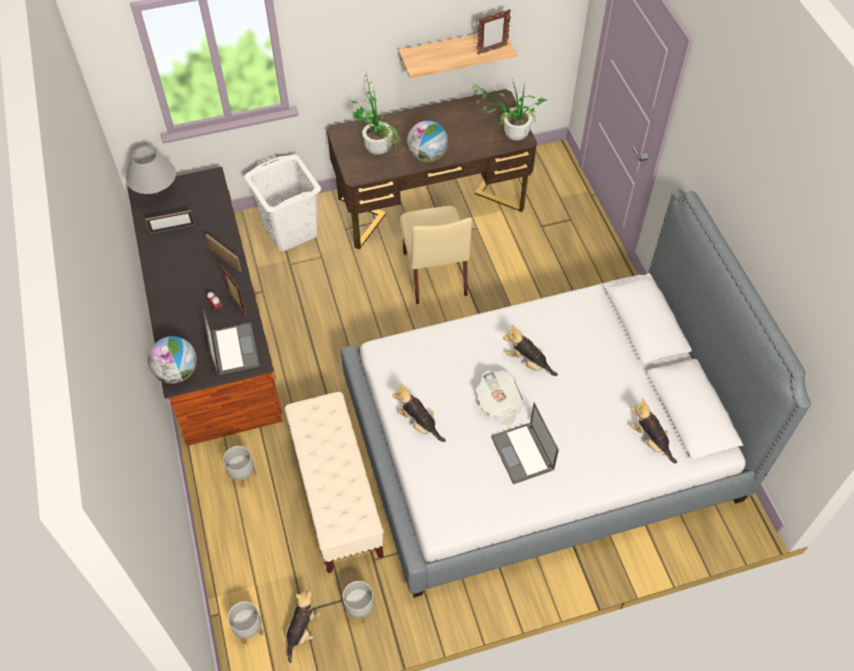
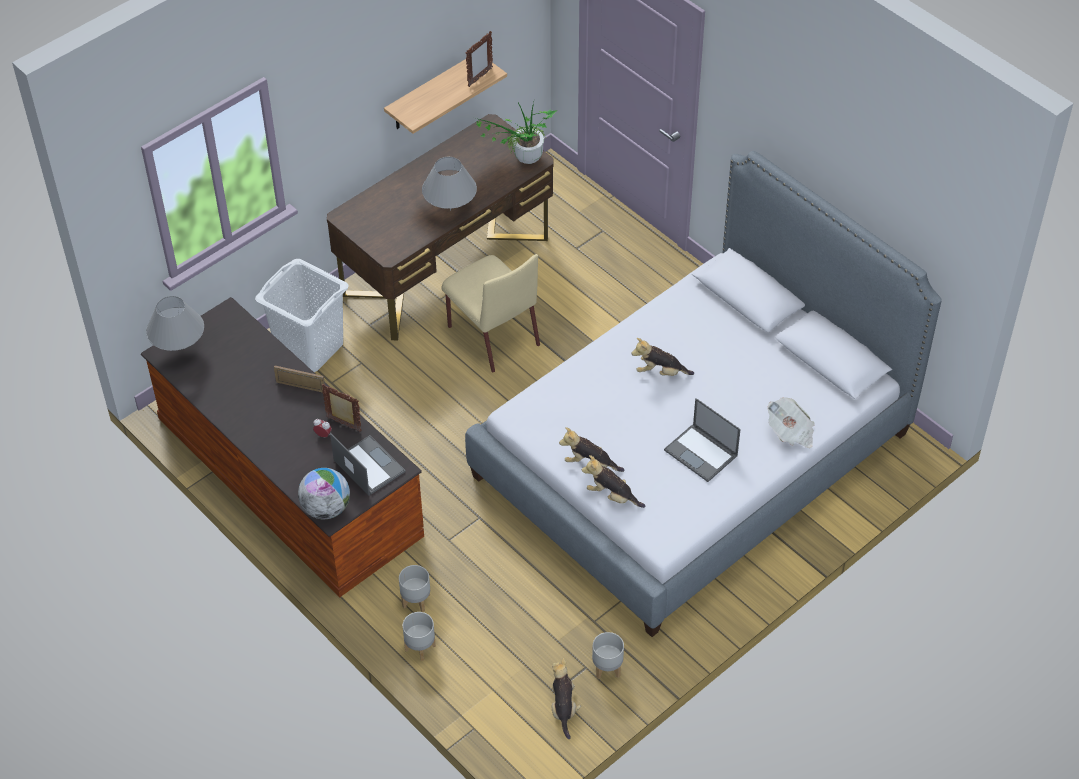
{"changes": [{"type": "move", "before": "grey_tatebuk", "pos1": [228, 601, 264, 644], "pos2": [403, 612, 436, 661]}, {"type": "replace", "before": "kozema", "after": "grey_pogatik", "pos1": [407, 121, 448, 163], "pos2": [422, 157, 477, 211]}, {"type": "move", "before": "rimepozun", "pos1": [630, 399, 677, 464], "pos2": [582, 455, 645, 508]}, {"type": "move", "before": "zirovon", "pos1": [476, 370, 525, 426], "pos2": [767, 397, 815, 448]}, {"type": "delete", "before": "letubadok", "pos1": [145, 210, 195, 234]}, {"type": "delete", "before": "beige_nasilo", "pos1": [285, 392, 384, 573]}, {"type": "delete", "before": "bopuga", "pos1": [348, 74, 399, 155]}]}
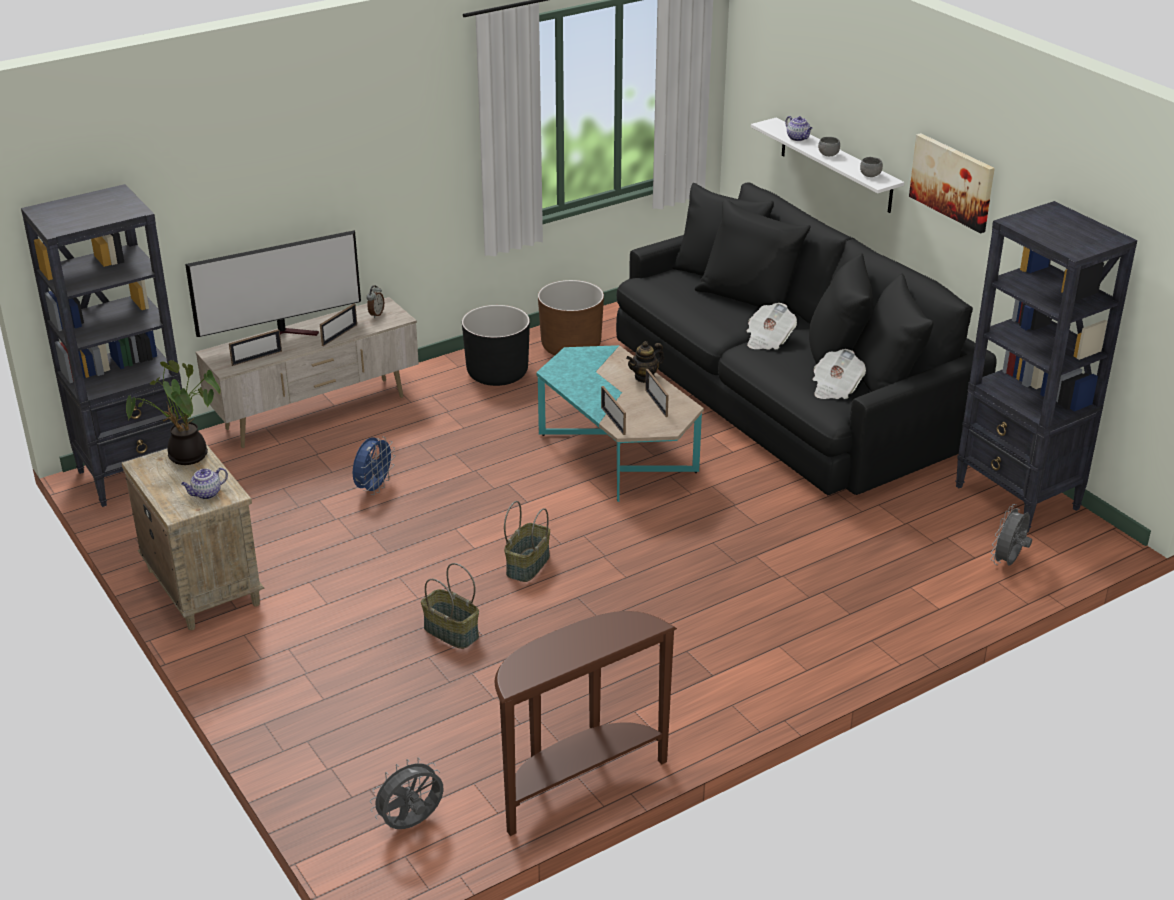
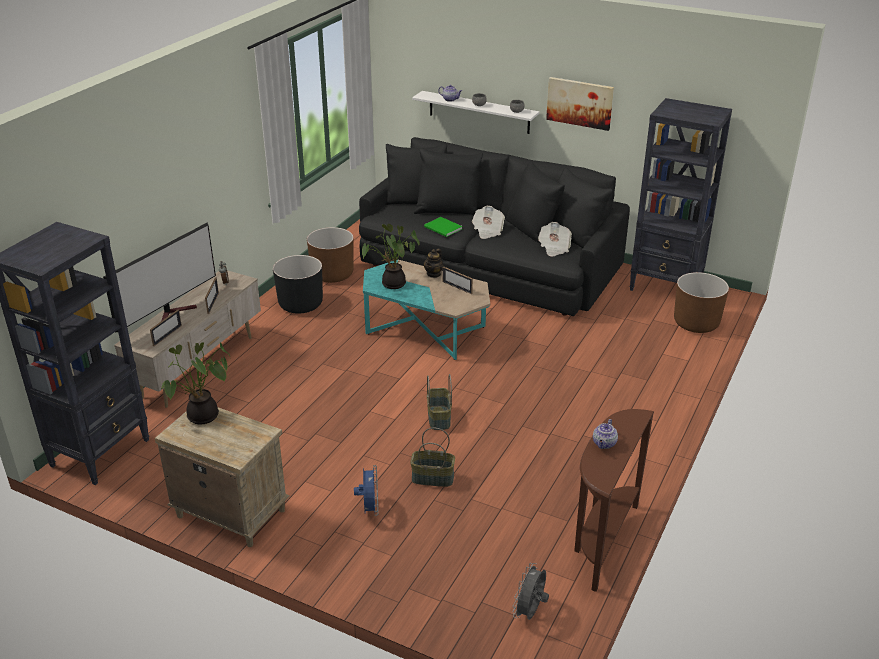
{"changes": [{"type": "move", "before": "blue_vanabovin", "pos1": [353, 436, 395, 495], "pos2": [354, 465, 378, 516]}, {"type": "insert", "after": "bopuga", "pos2": [362, 224, 420, 289]}, {"type": "insert", "after": "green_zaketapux", "pos2": [424, 217, 463, 237]}, {"type": "move", "before": "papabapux", "pos1": [181, 467, 228, 499], "pos2": [593, 419, 618, 449]}, {"type": "replace", "before": "grey_vanabovin", "after": "brown_tatebuk", "pos1": [991, 504, 1032, 565], "pos2": [674, 272, 729, 333]}, {"type": "delete", "before": "letubadok", "pos1": [601, 386, 626, 435]}]}
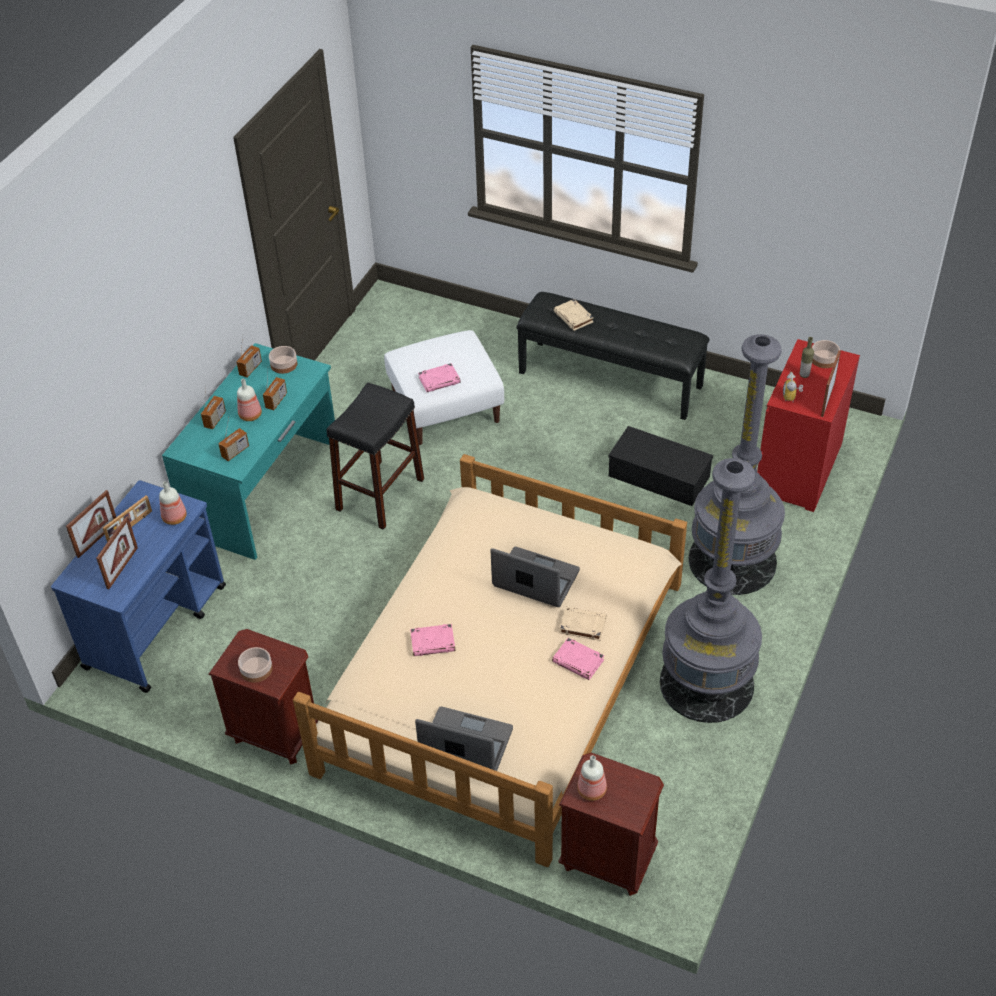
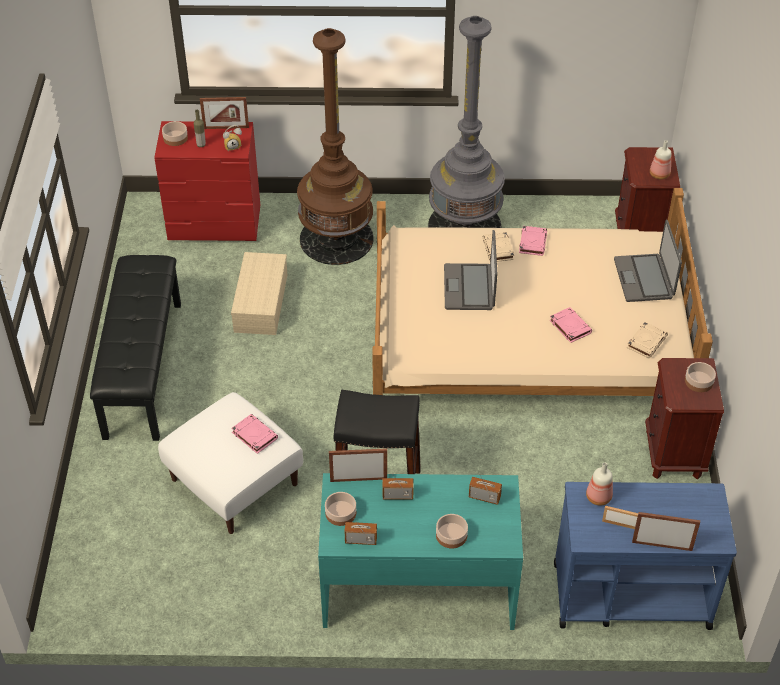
{"changes": [{"type": "recolor", "before": "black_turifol", "after": "beige_turifol", "pos1": [608, 426, 713, 506], "pos2": [231, 252, 287, 335]}, {"type": "recolor", "before": "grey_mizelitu", "after": "brown_mizelitu", "pos1": [688, 334, 785, 595], "pos2": [297, 28, 374, 265]}, {"type": "move", "before": "letubadok", "pos1": [96, 516, 138, 589], "pos2": [329, 448, 387, 482]}, {"type": "replace", "before": "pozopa", "after": "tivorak", "pos1": [201, 385, 226, 430], "pos2": [436, 514, 468, 549]}, {"type": "move", "before": "beige_zaketapux", "pos1": [554, 299, 594, 331], "pos2": [627, 322, 668, 358]}, {"type": "delete", "before": "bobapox", "pos1": [237, 379, 262, 421]}]}
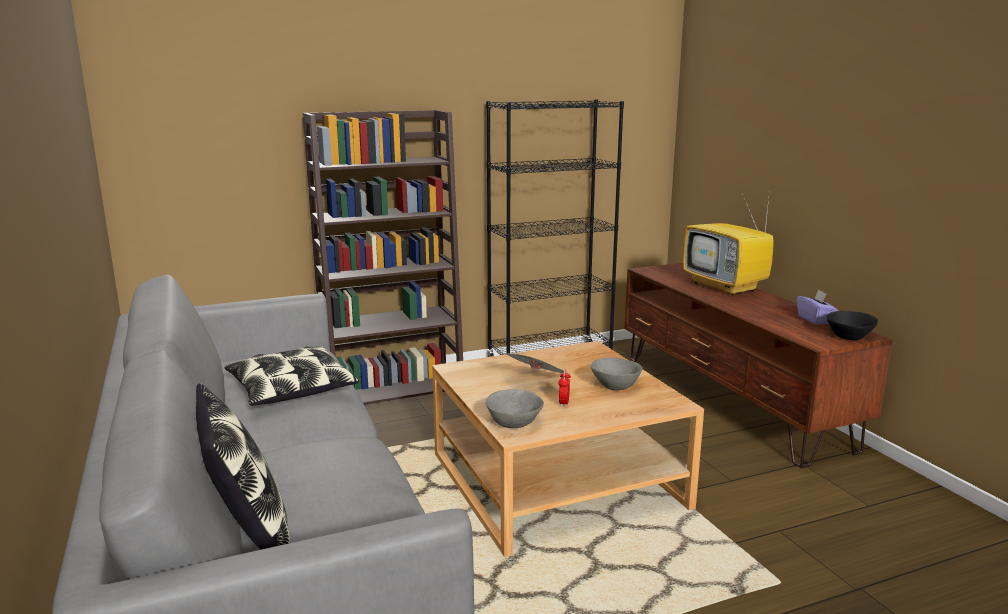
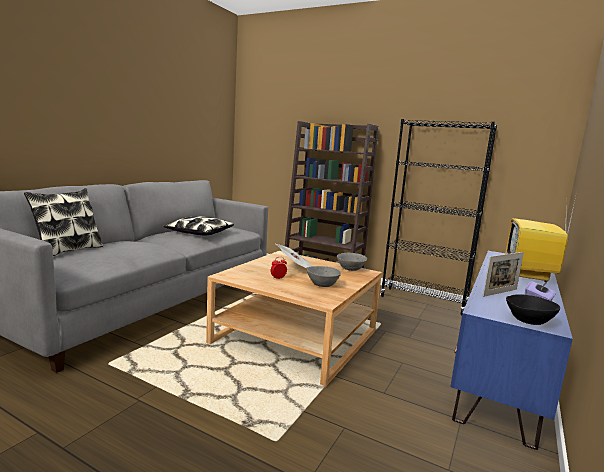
{"changes": [{"type": "move", "before": "grey_tivorak", "pos1": [486, 389, 544, 428], "pos2": [337, 253, 367, 271]}, {"type": "recolor", "before": "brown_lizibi", "after": "blue_lizibi", "pos1": [625, 263, 892, 468], "pos2": [450, 251, 573, 450]}, {"type": "insert", "after": "letubadok", "pos2": [483, 252, 524, 297]}]}
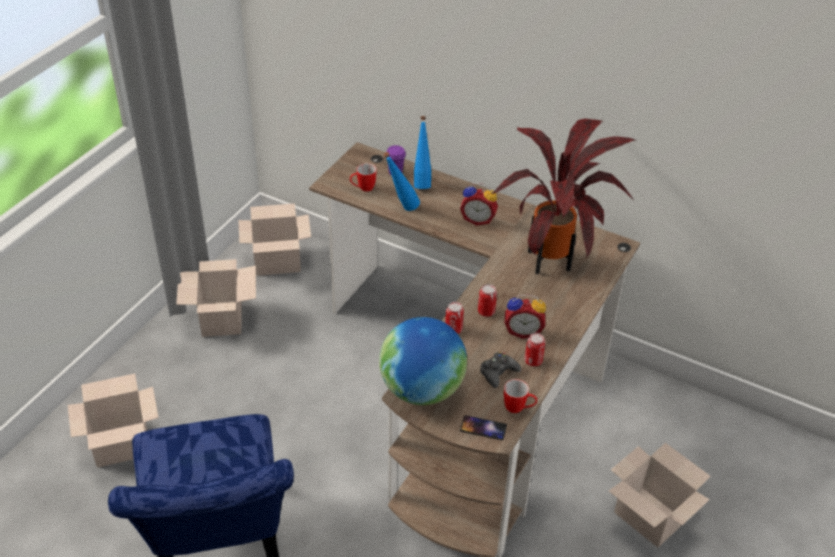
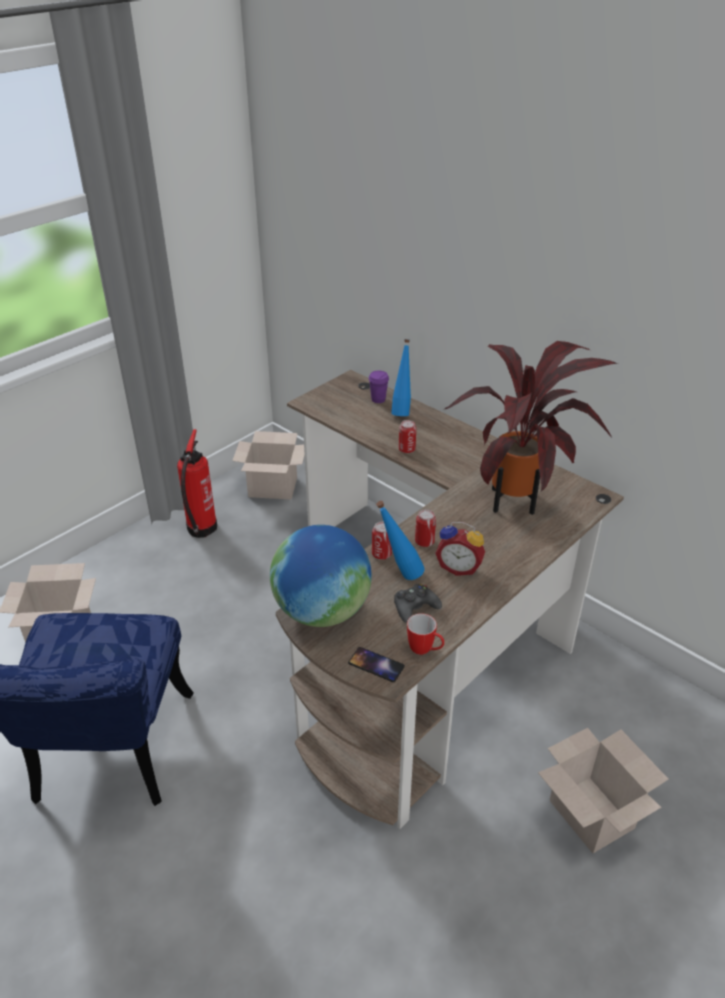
{"changes": [{"type": "replace", "before": "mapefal", "after": "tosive", "pos1": [176, 259, 256, 337], "pos2": [177, 429, 217, 538]}, {"type": "move", "before": "blue_bobapox", "pos1": [384, 152, 420, 211], "pos2": [376, 501, 425, 580]}, {"type": "move", "before": "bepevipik", "pos1": [525, 333, 545, 366], "pos2": [399, 420, 416, 453]}, {"type": "delete", "before": "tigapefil", "pos1": [350, 163, 377, 192]}, {"type": "delete", "before": "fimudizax", "pos1": [460, 183, 498, 226]}]}
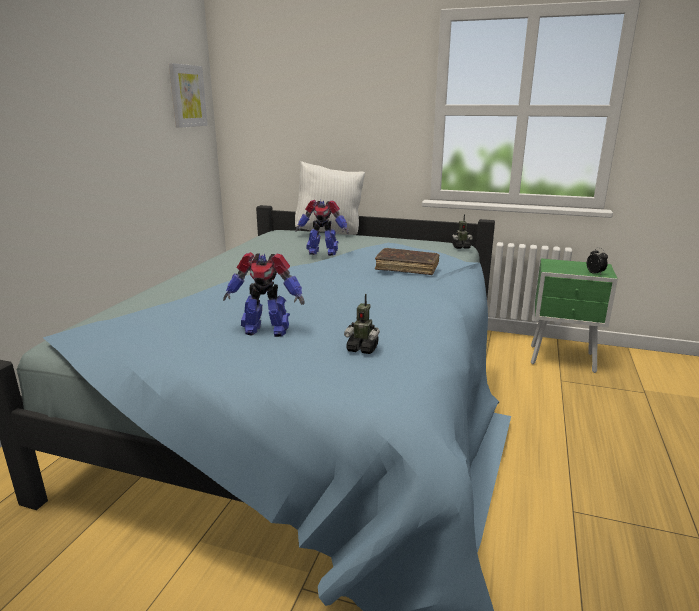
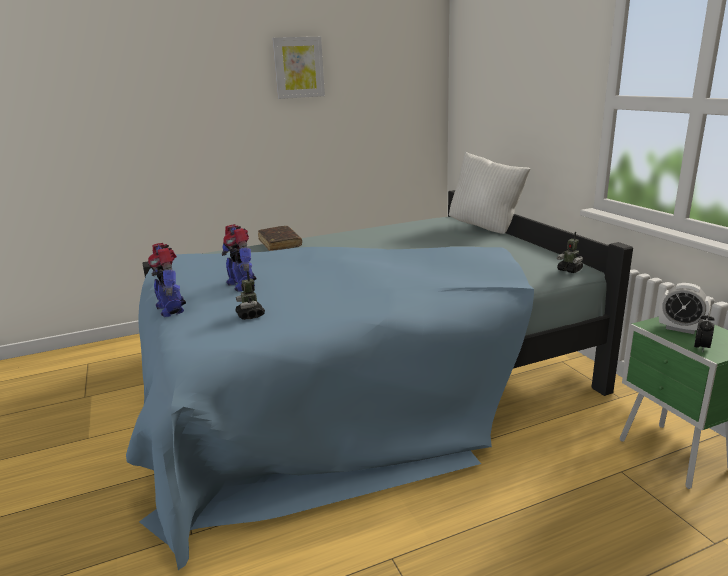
{"changes": [{"type": "move", "before": "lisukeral", "pos1": [296, 200, 349, 256], "pos2": [148, 243, 186, 317]}, {"type": "move", "before": "brown_zaketapux", "pos1": [375, 248, 439, 275], "pos2": [258, 226, 302, 251]}, {"type": "move", "before": "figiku", "pos1": [169, 63, 208, 128], "pos2": [272, 37, 325, 99]}, {"type": "insert", "after": "fimudizax", "pos2": [659, 283, 711, 334]}]}
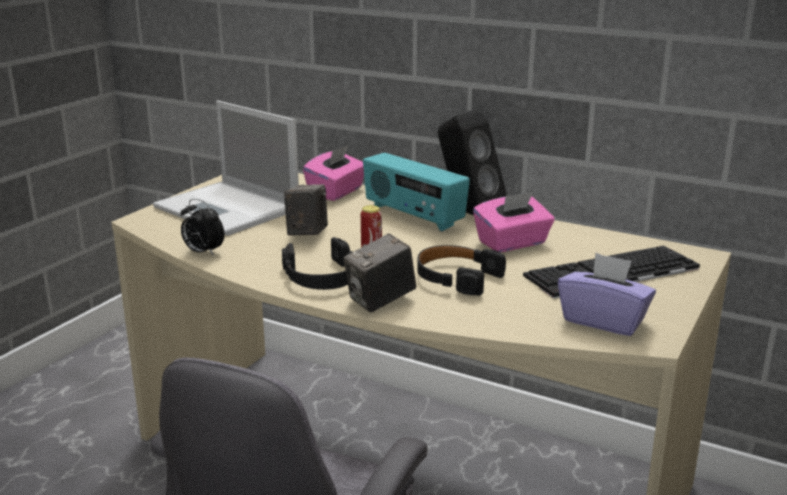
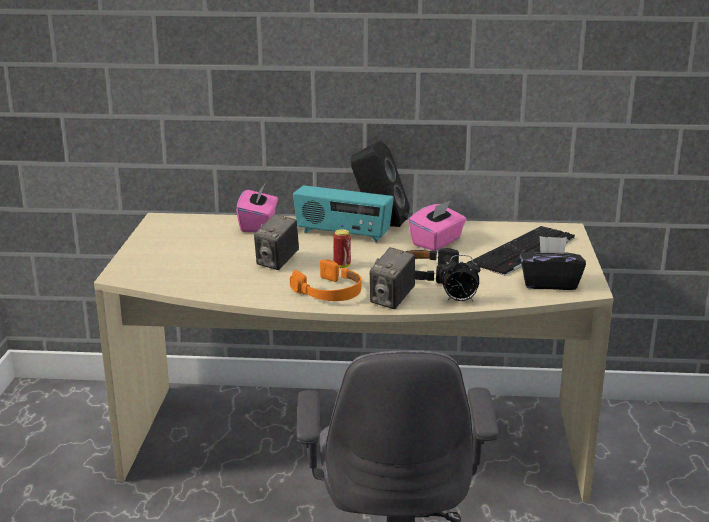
{"changes": [{"type": "rotate", "before": "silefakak", "pos1": [284, 184, 328, 235], "pos2": [254, 214, 299, 270], "turn": -135}, {"type": "recolor", "before": "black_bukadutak", "after": "orange_bukadutak", "pos1": [282, 237, 353, 290], "pos2": [290, 259, 361, 301]}, {"type": "move", "before": "fimudizax", "pos1": [181, 199, 224, 256], "pos2": [442, 255, 480, 302]}, {"type": "recolor", "before": "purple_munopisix", "after": "black_munopisix", "pos1": [558, 253, 656, 336], "pos2": [520, 236, 586, 290]}, {"type": "delete", "before": "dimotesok", "pos1": [153, 100, 299, 236]}]}
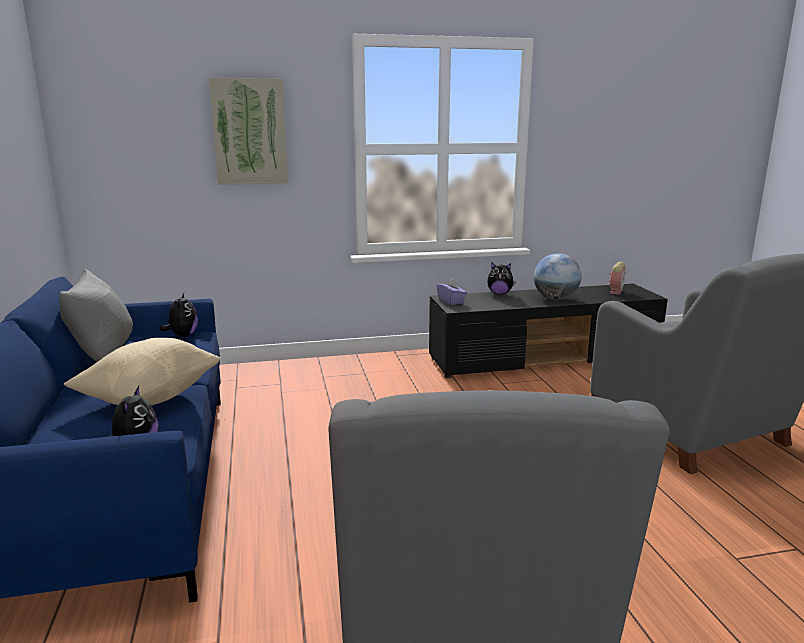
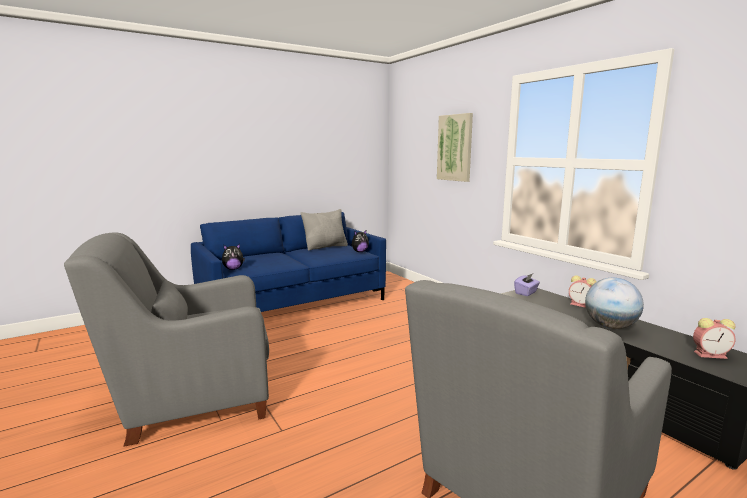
{"changes": [{"type": "replace", "before": "rimepozun", "after": "fimudizax", "pos1": [487, 262, 516, 295], "pos2": [569, 275, 597, 308]}, {"type": "delete", "before": "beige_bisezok", "pos1": [64, 338, 221, 405]}]}
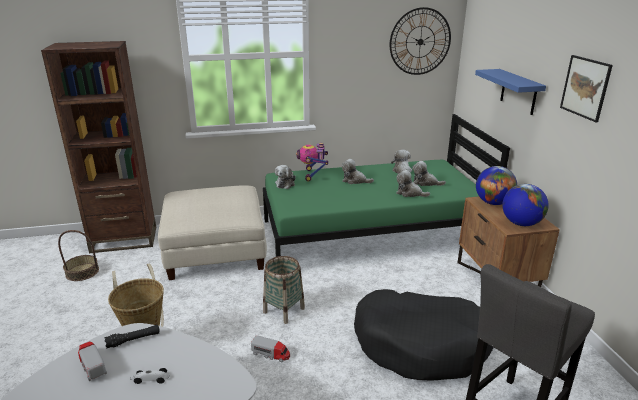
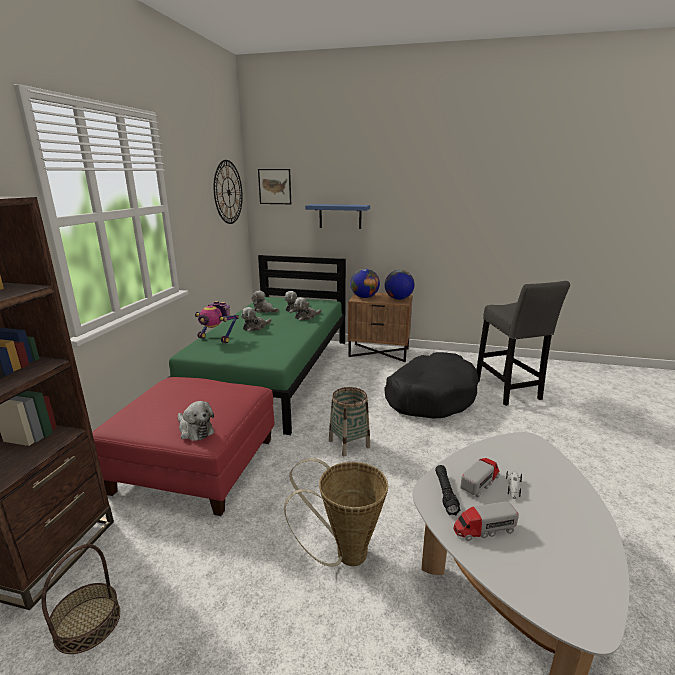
{"changes": [{"type": "recolor", "before": "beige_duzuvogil", "after": "red_duzuvogil", "pos1": [158, 185, 267, 280], "pos2": [92, 377, 275, 516]}, {"type": "move", "before": "rimepozun", "pos1": [275, 165, 296, 189], "pos2": [178, 401, 214, 441]}, {"type": "move", "before": "figiku", "pos1": [560, 55, 613, 122], "pos2": [258, 169, 291, 204]}, {"type": "move", "before": "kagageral", "pos1": [251, 336, 290, 362], "pos2": [460, 458, 500, 498]}]}
